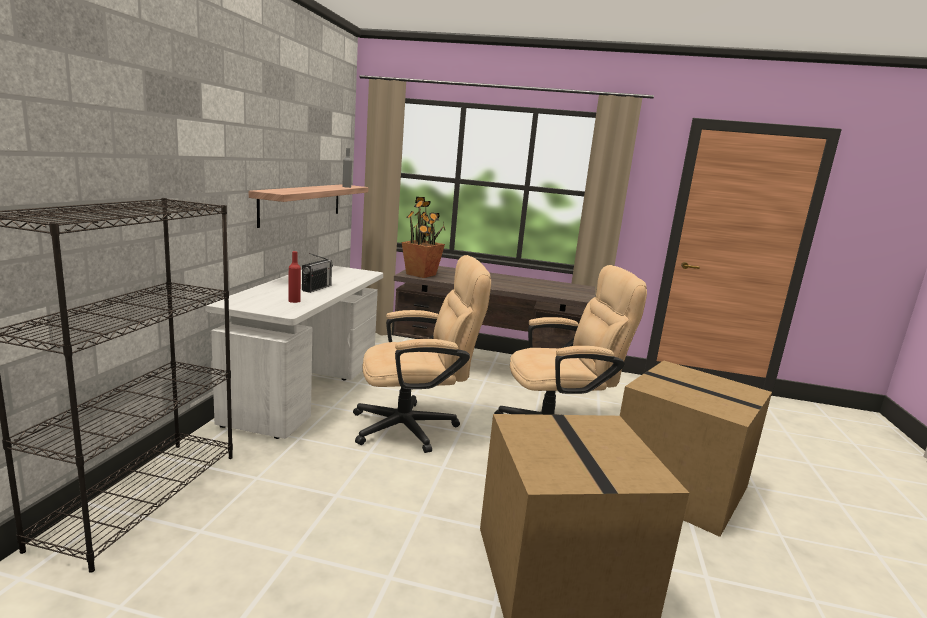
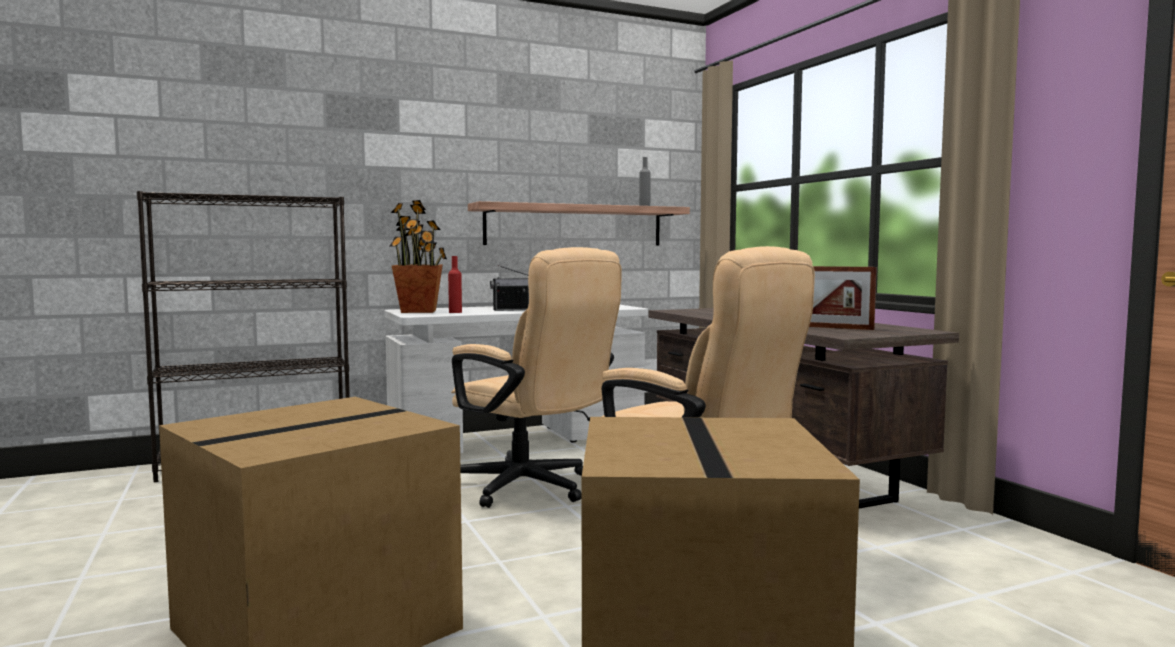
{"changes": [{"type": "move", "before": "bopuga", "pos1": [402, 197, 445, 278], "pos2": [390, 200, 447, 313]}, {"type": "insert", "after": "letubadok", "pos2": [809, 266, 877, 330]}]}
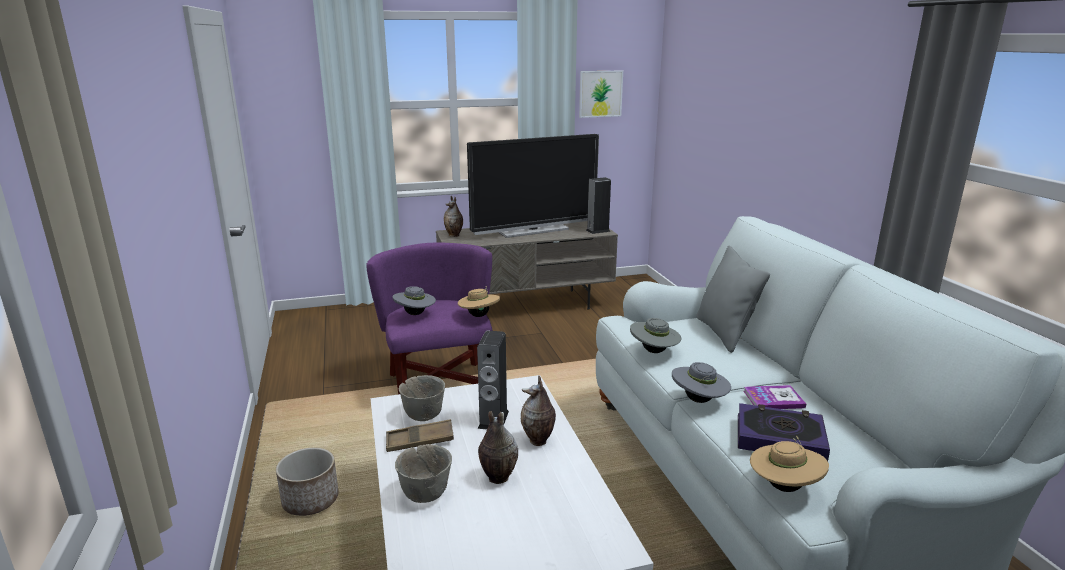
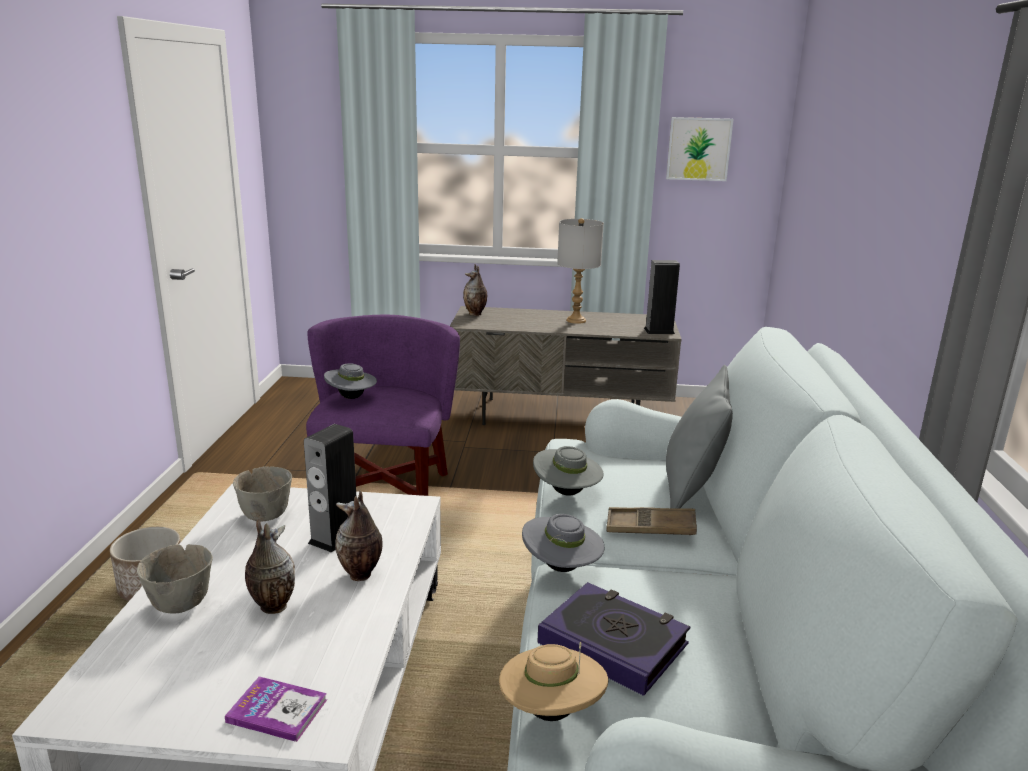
{"changes": [{"type": "move", "before": "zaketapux", "pos1": [744, 385, 806, 409], "pos2": [225, 676, 327, 742]}, {"type": "replace", "before": "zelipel", "after": "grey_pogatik", "pos1": [467, 134, 599, 238], "pos2": [557, 218, 604, 324]}, {"type": "move", "before": "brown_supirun", "pos1": [386, 419, 454, 452], "pos2": [606, 507, 697, 535]}, {"type": "delete", "before": "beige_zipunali", "pos1": [458, 286, 500, 317]}]}
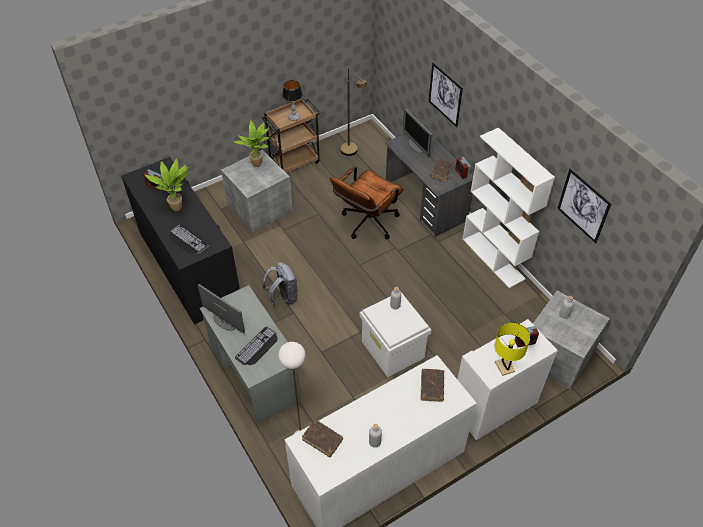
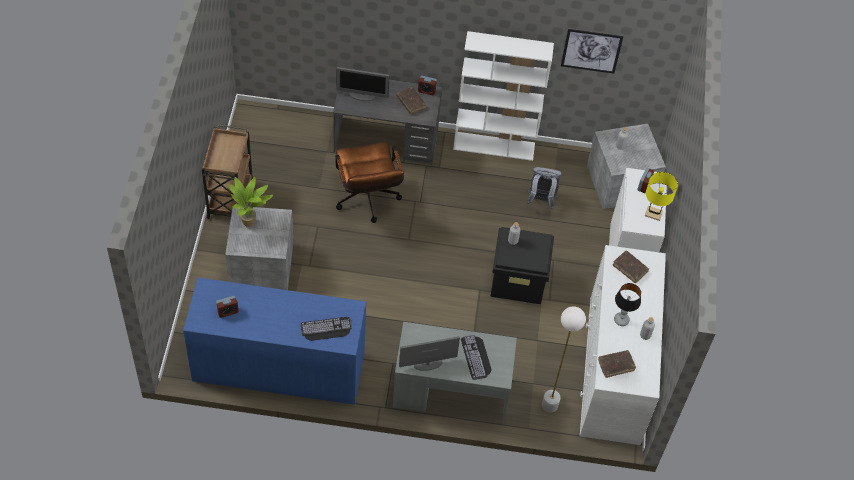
{"changes": [{"type": "recolor", "before": "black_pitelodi", "after": "blue_pitelodi", "pos1": [122, 157, 240, 325], "pos2": [183, 278, 366, 405]}, {"type": "recolor", "before": "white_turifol", "after": "black_turifol", "pos1": [360, 291, 431, 377], "pos2": [490, 227, 554, 304]}, {"type": "move", "before": "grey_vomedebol", "pos1": [262, 262, 298, 306], "pos2": [527, 167, 562, 209]}, {"type": "move", "before": "pogatik", "pos1": [282, 80, 302, 121], "pos2": [614, 283, 641, 326]}, {"type": "delete", "before": "bopuga", "pos1": [145, 159, 189, 211]}, {"type": "delete", "before": "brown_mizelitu", "pos1": [340, 69, 367, 156]}, {"type": "delete", "before": "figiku", "pos1": [429, 63, 463, 127]}]}
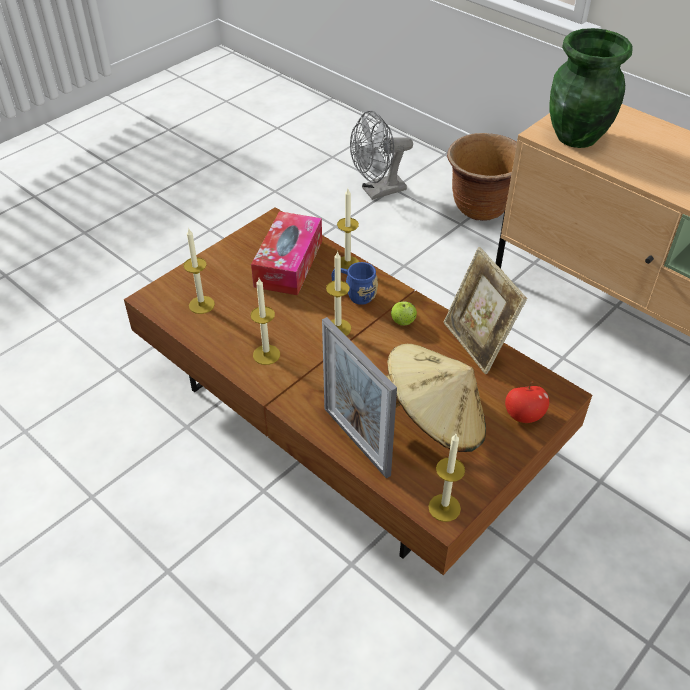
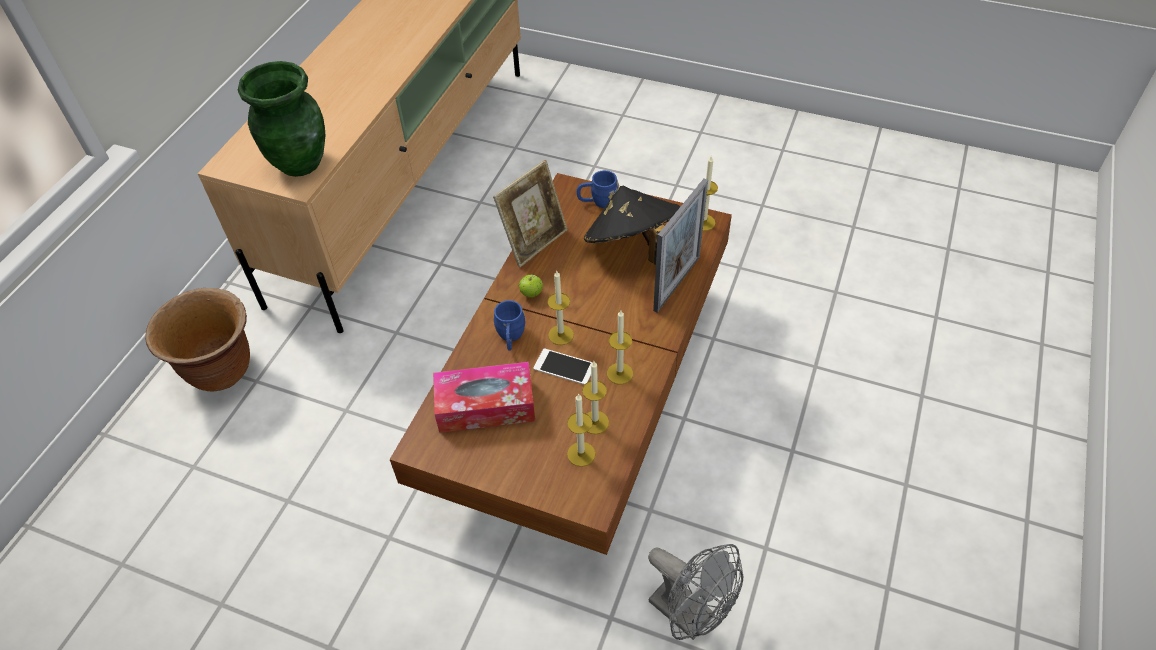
{"changes": [{"type": "insert", "after": "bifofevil", "pos2": [534, 348, 593, 385]}, {"type": "replace", "before": "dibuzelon", "after": "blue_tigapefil", "pos1": [505, 381, 549, 423], "pos2": [577, 170, 619, 208]}, {"type": "move", "before": "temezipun", "pos1": [337, 189, 359, 270], "pos2": [582, 361, 609, 434]}, {"type": "recolor", "before": "beige_zipunali", "after": "black_zipunali", "pos1": [385, 344, 486, 452], "pos2": [584, 186, 680, 265]}, {"type": "move", "before": "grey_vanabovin", "pos1": [350, 110, 413, 200], "pos2": [648, 544, 743, 640]}]}
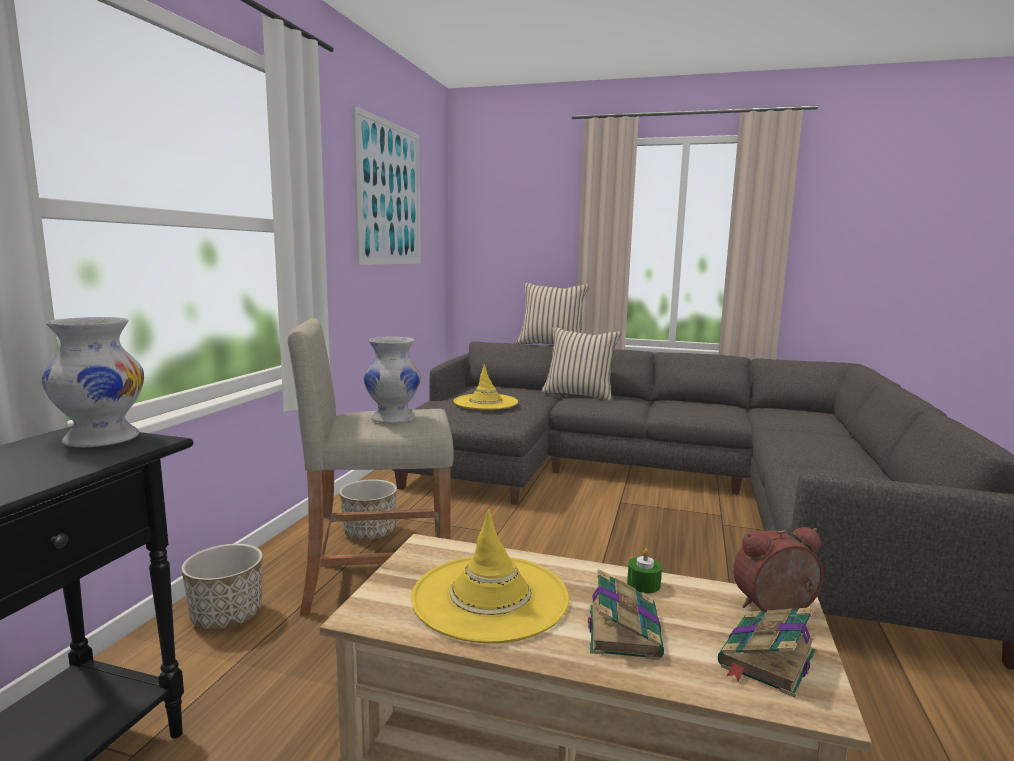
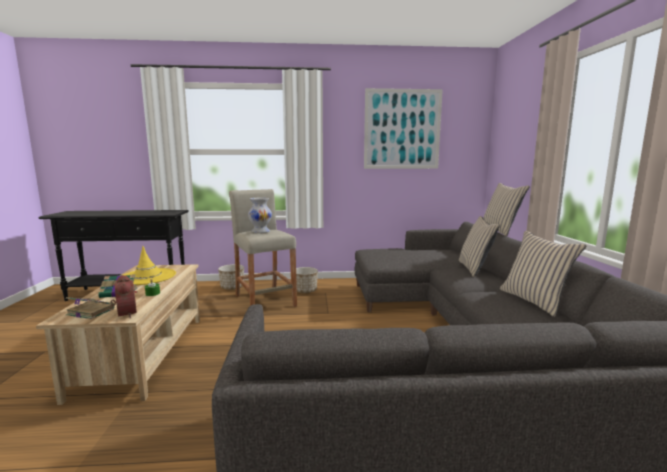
{"changes": [{"type": "insert", "after": "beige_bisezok", "pos2": [500, 231, 586, 317]}, {"type": "delete", "before": "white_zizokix", "pos1": [42, 317, 144, 448]}, {"type": "delete", "before": "yellow_zipunali", "pos1": [454, 364, 518, 410]}]}
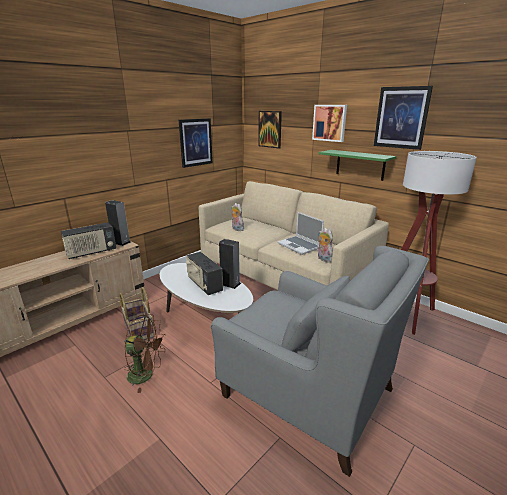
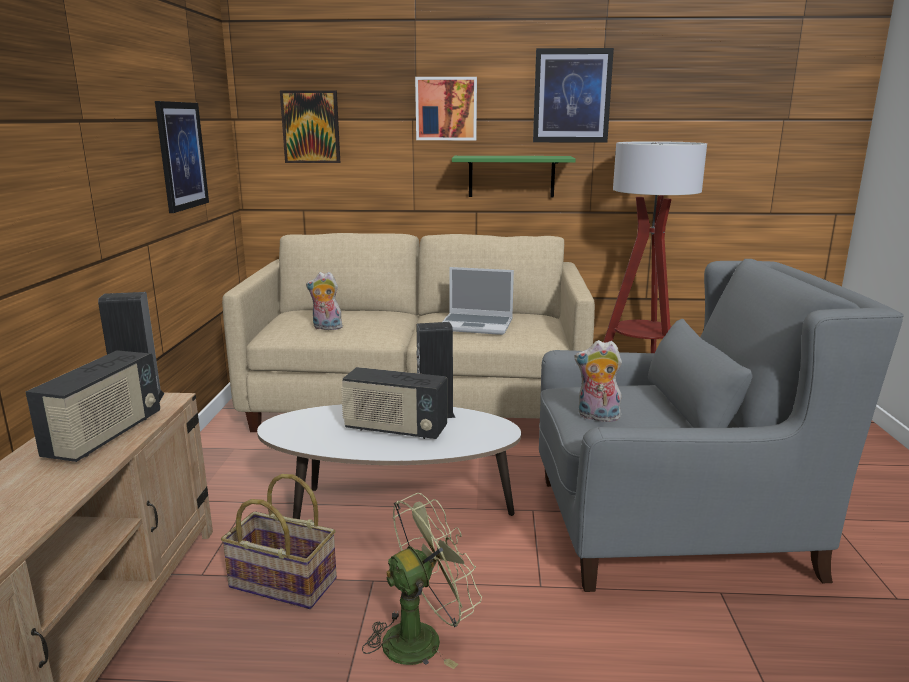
{"changes": [{"type": "recolor", "before": "brown_vanabovin", "after": "green_vanabovin", "pos1": [124, 314, 165, 393], "pos2": [362, 493, 482, 669]}, {"type": "move", "before": "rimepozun", "pos1": [318, 228, 333, 262], "pos2": [574, 340, 622, 422]}]}
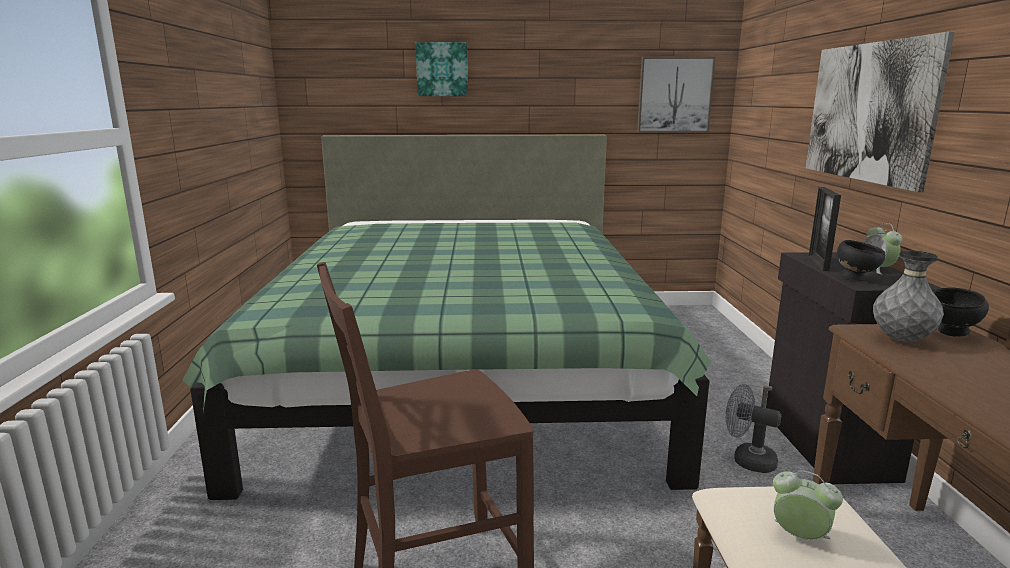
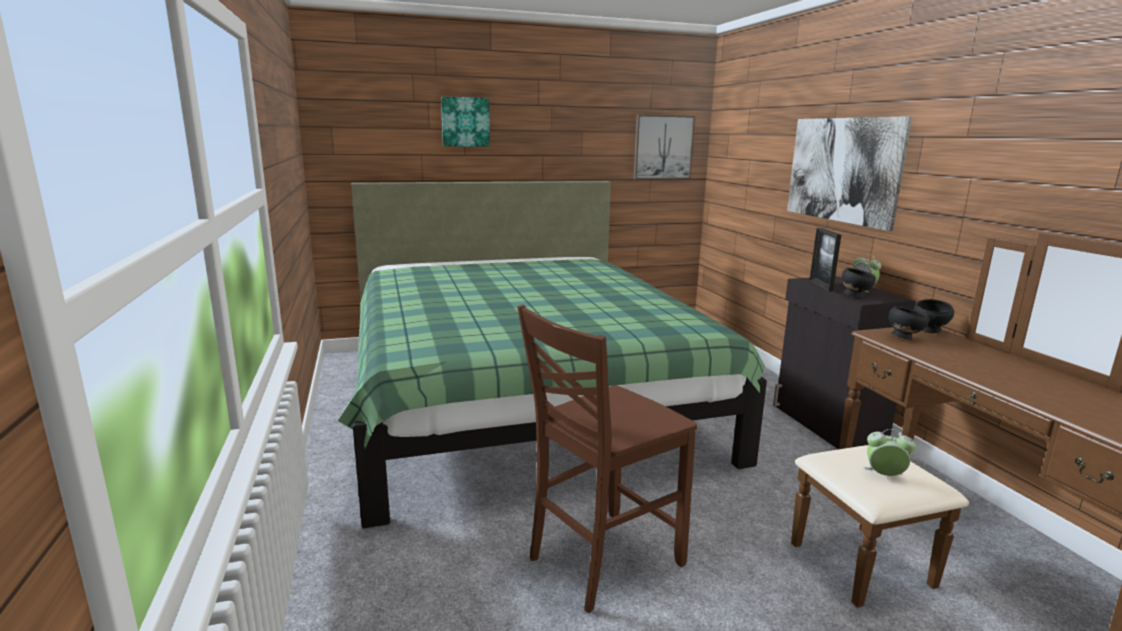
{"changes": [{"type": "replace", "before": "grey_zizokix", "after": "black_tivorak", "pos1": [873, 250, 944, 342], "pos2": [889, 306, 929, 340]}, {"type": "delete", "before": "grey_vanabovin", "pos1": [726, 384, 781, 473]}]}
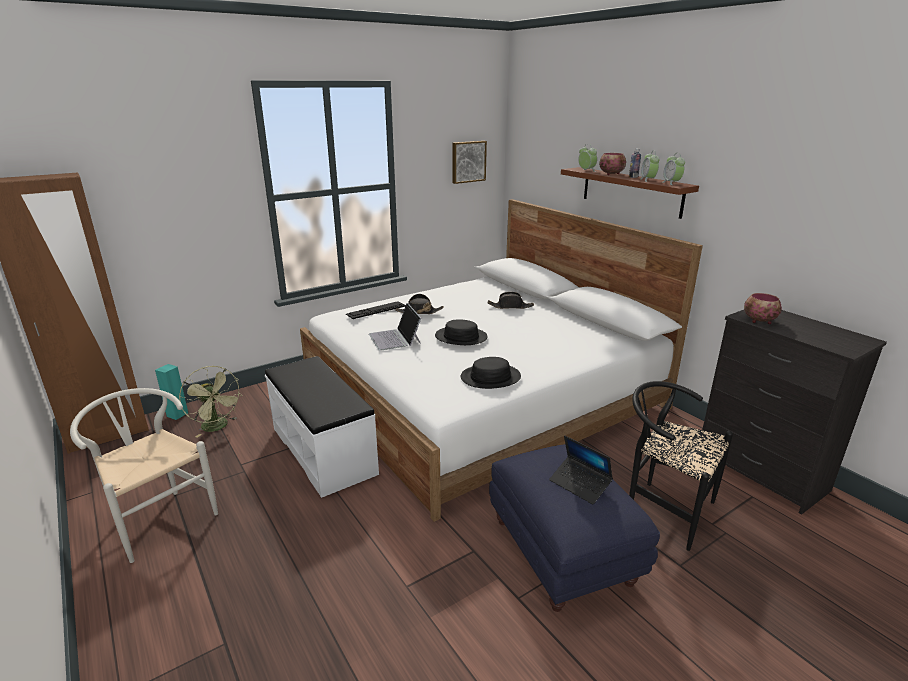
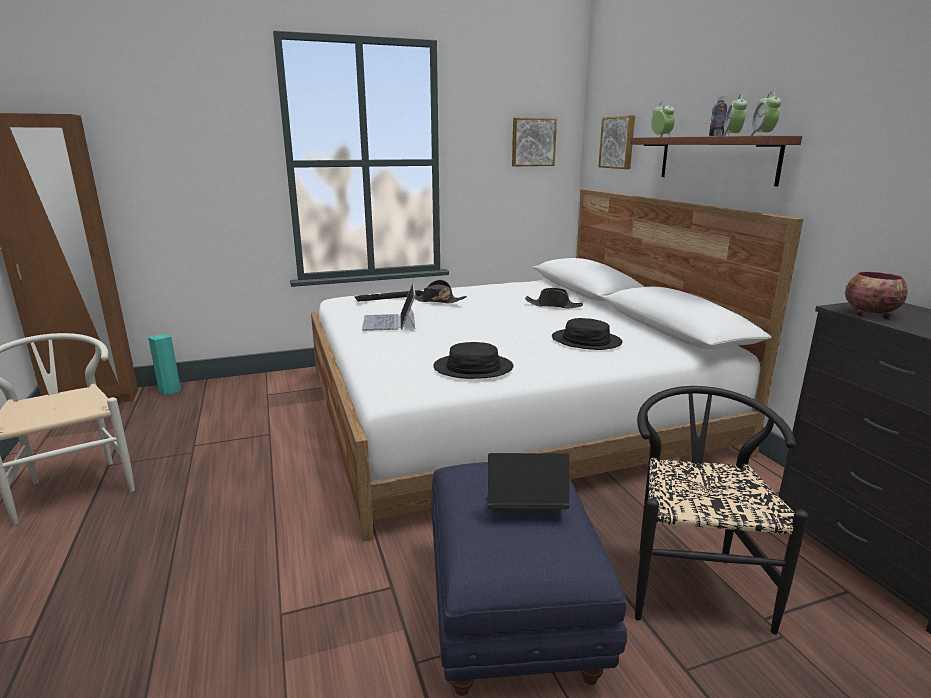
{"changes": [{"type": "rotate", "before": "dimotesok", "pos1": [549, 435, 613, 505], "pos2": [486, 453, 569, 509], "turn": 120}, {"type": "move", "before": "black_zipunali", "pos1": [435, 319, 488, 345], "pos2": [552, 318, 623, 350]}, {"type": "insert", "after": "figiku", "pos2": [598, 115, 635, 169]}, {"type": "rotate", "before": "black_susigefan", "pos1": [629, 381, 733, 551], "pos2": [635, 386, 809, 634], "turn": 45}, {"type": "delete", "before": "green_vanabovin", "pos1": [179, 366, 242, 438]}, {"type": "delete", "before": "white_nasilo", "pos1": [265, 356, 379, 498]}, {"type": "delete", "before": "tivorak", "pos1": [599, 153, 626, 175]}]}
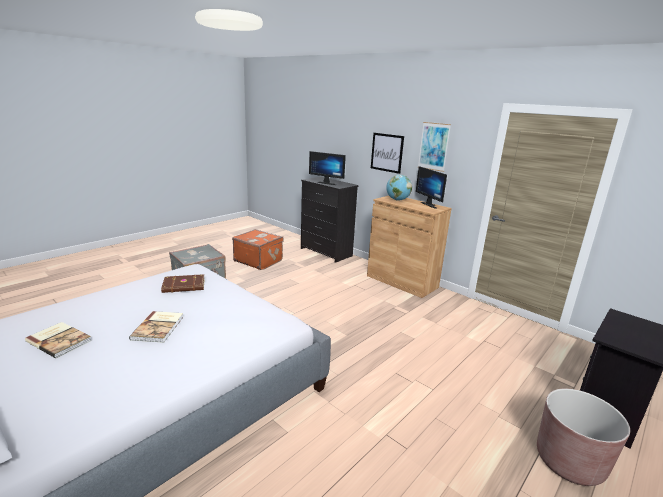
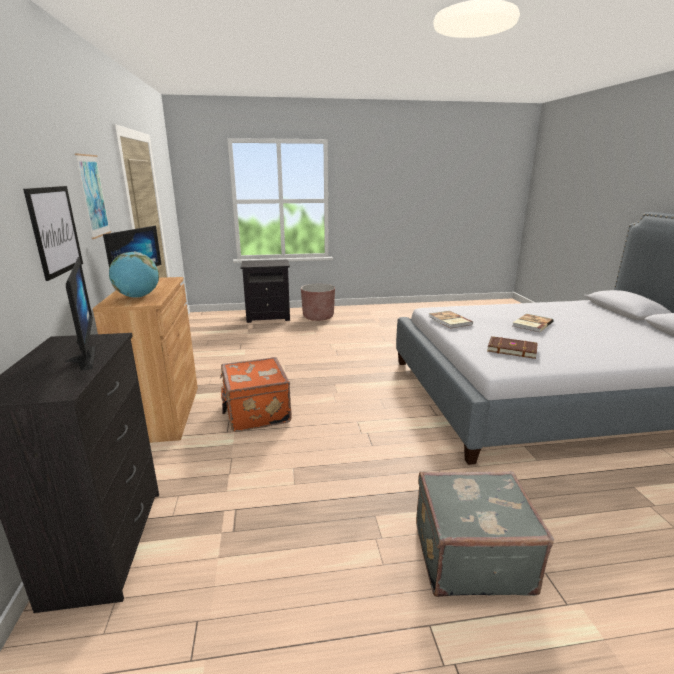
{"changes": [{"type": "move", "before": "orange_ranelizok", "pos1": [232, 229, 283, 270], "pos2": [220, 357, 292, 432]}, {"type": "move", "before": "zaketapux", "pos1": [25, 322, 92, 358], "pos2": [429, 311, 473, 328]}]}
